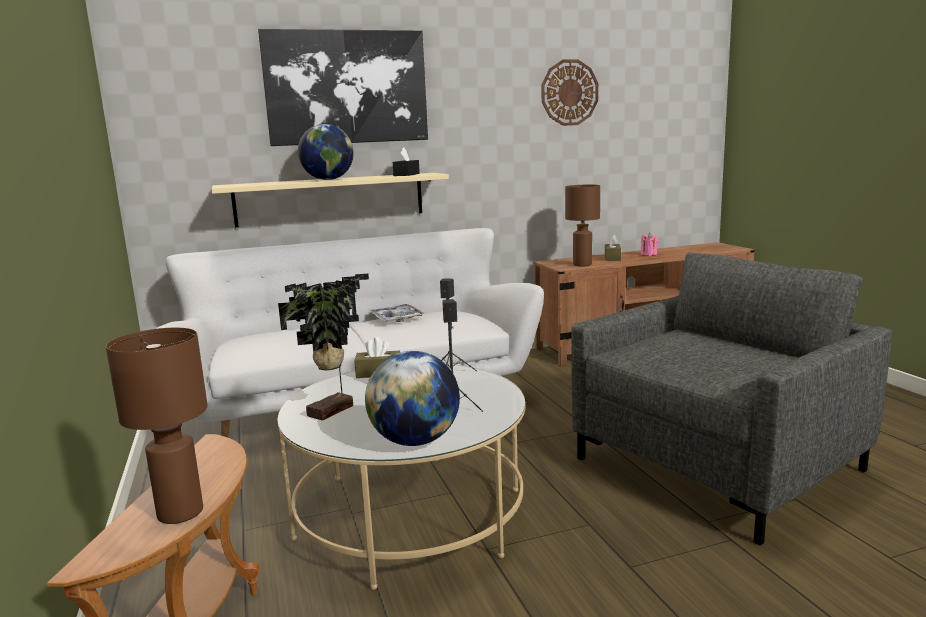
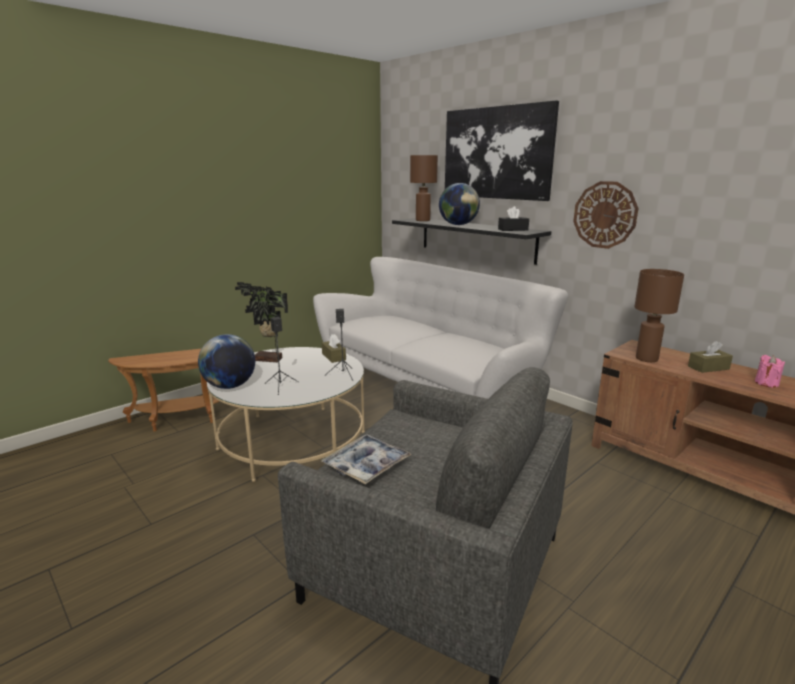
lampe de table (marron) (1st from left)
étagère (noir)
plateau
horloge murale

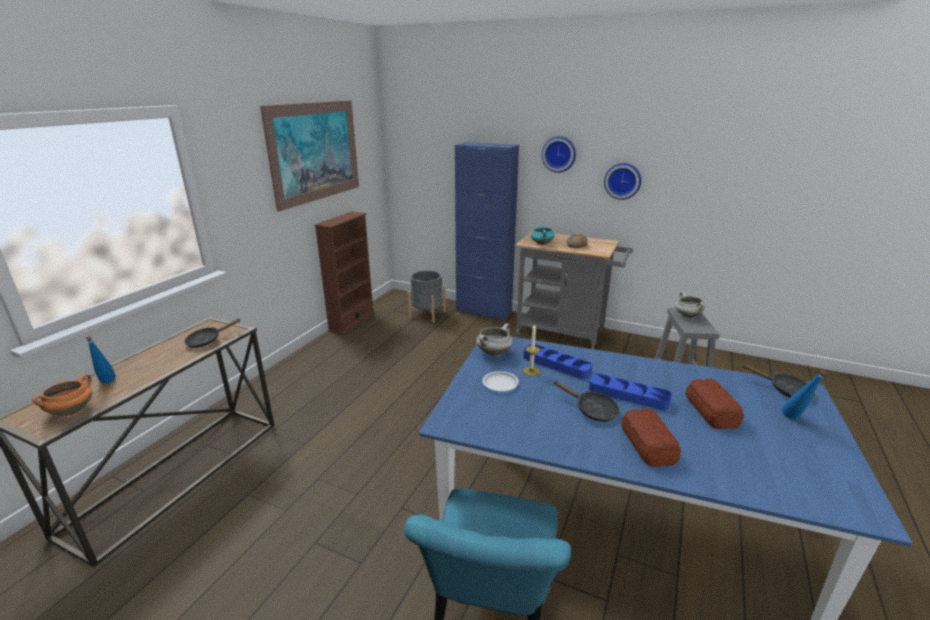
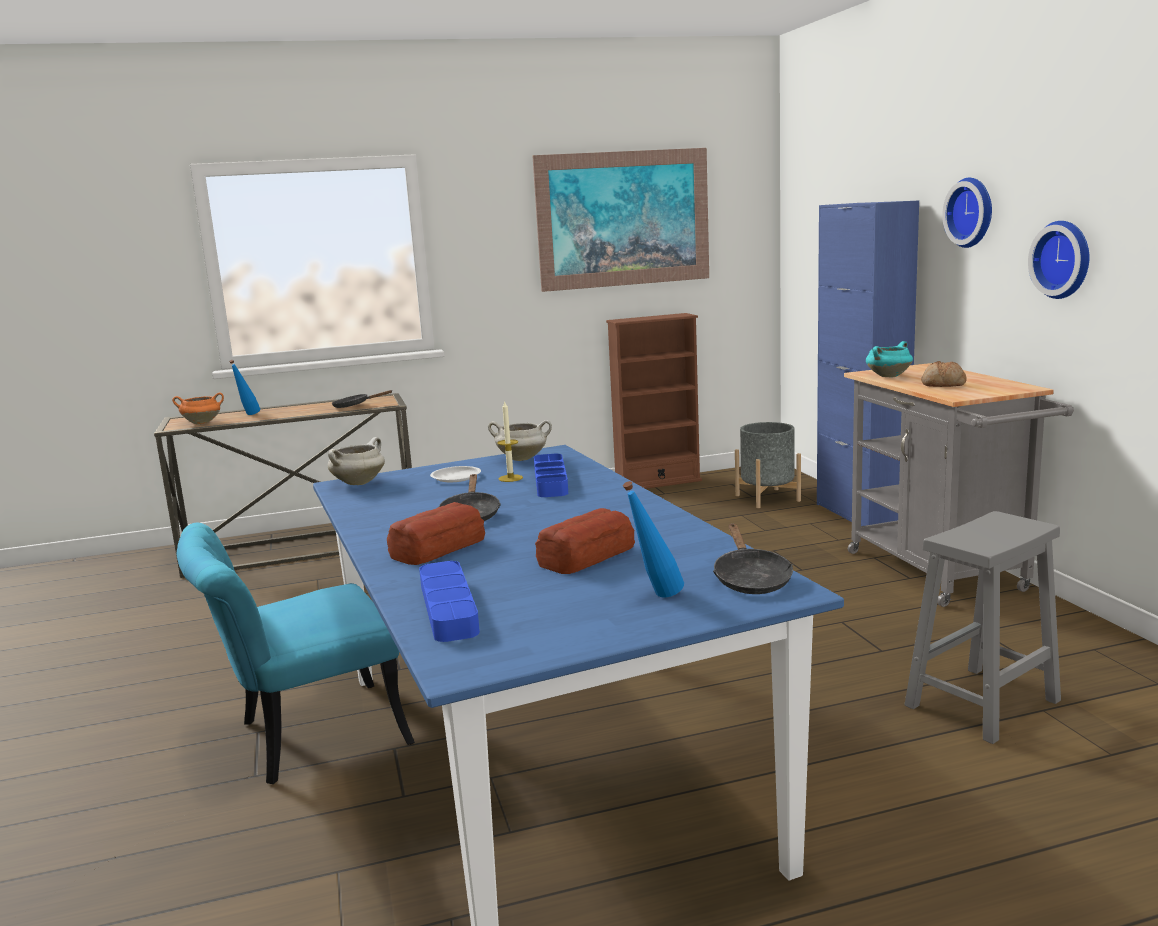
plateau (bleu) (1st from left)
marmite (blanc) (1st from left)

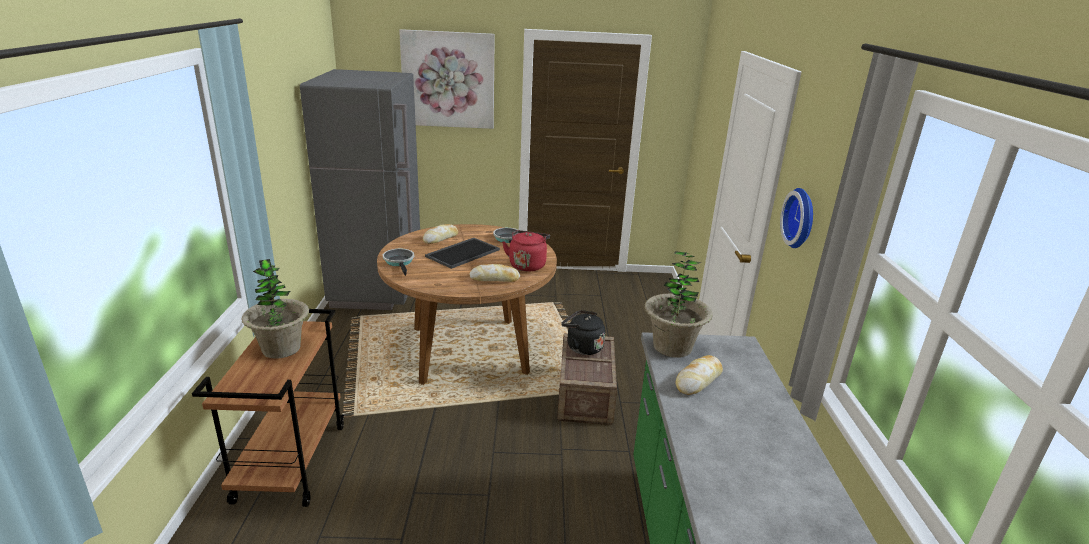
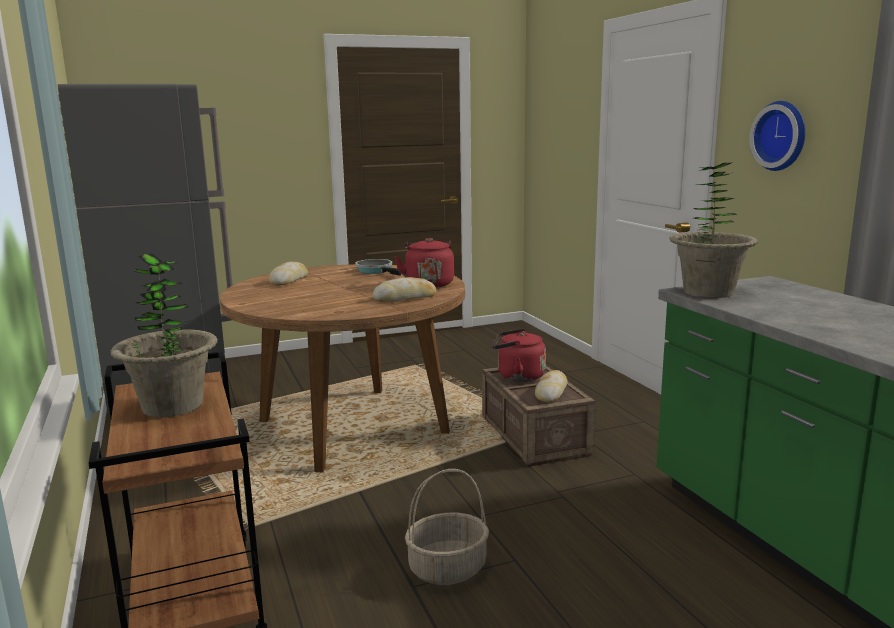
poêle (1st from left in the first image)
tableau
plateau
bouilloire (rouge) (2nd from left)
pain (3rd from left)
panier

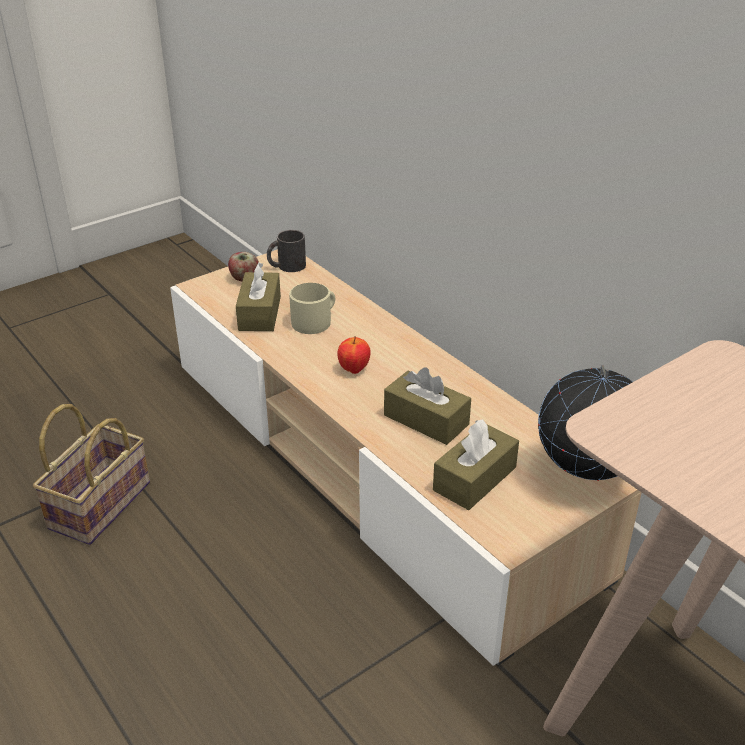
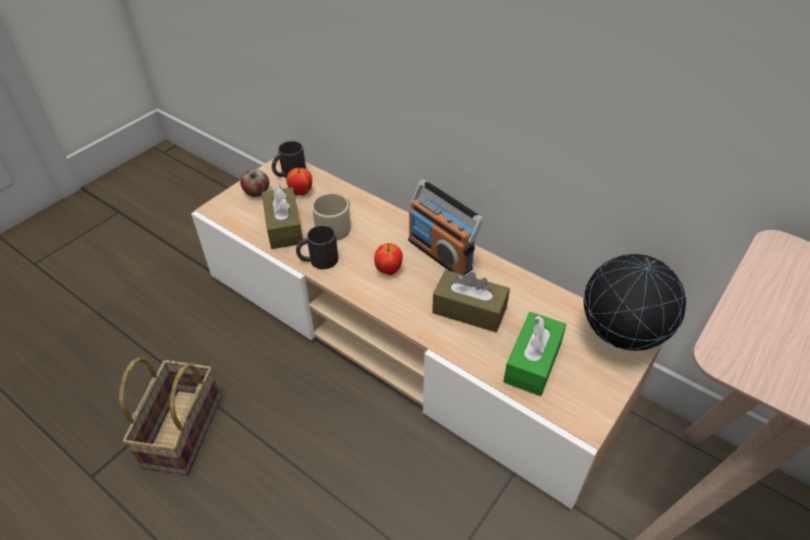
boîte à mouchoirs (vert)
pomme (2nd from left)
mug (noir) (2nd from left)
radio

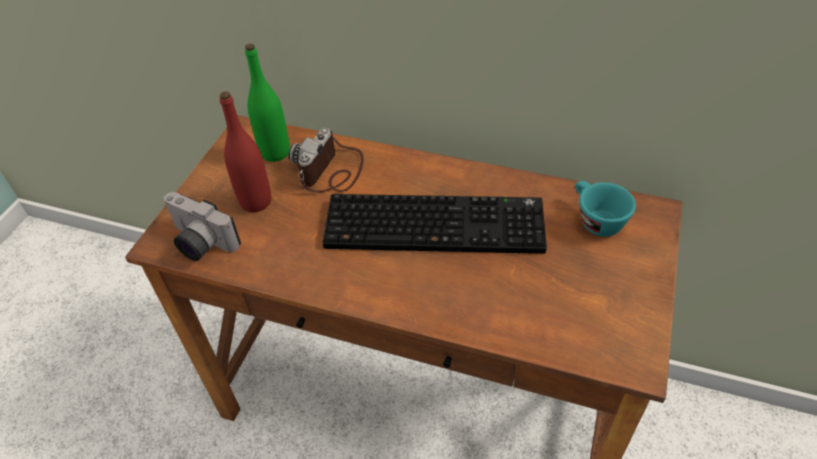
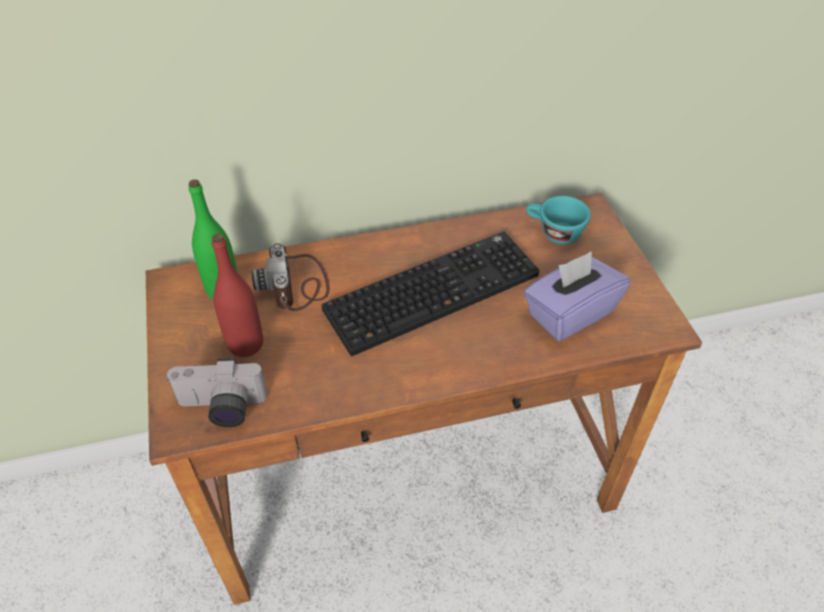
boîte à mouchoirs (violet)

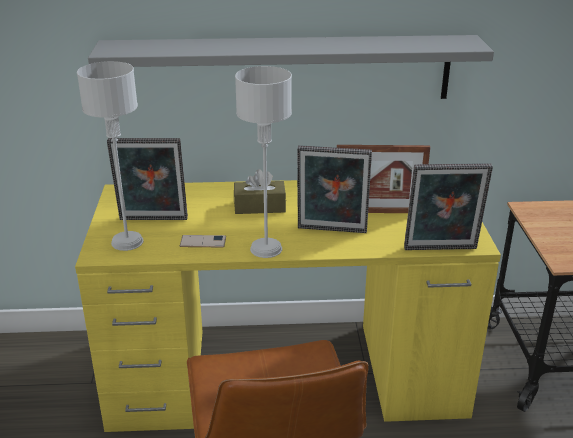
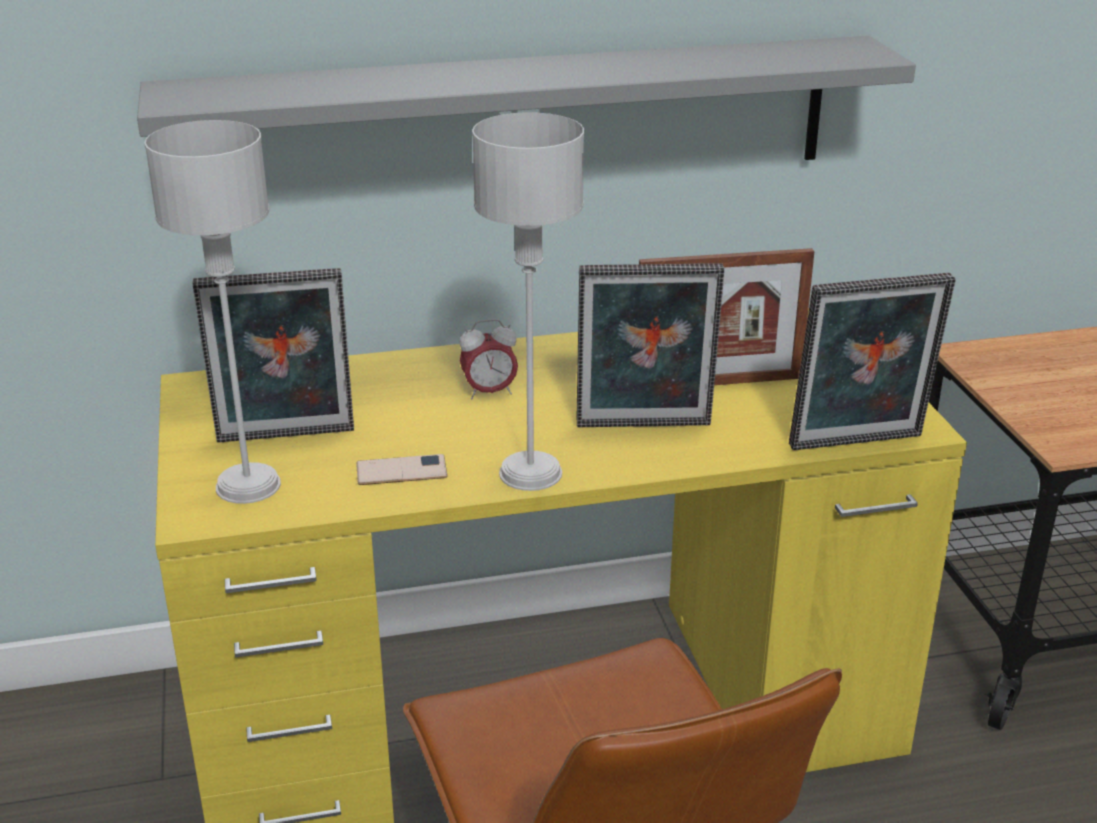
réveil

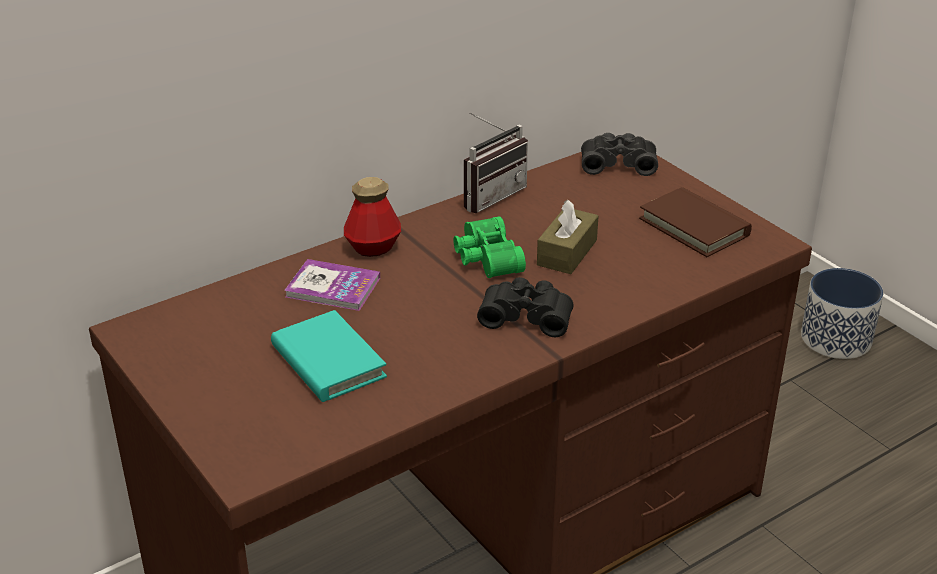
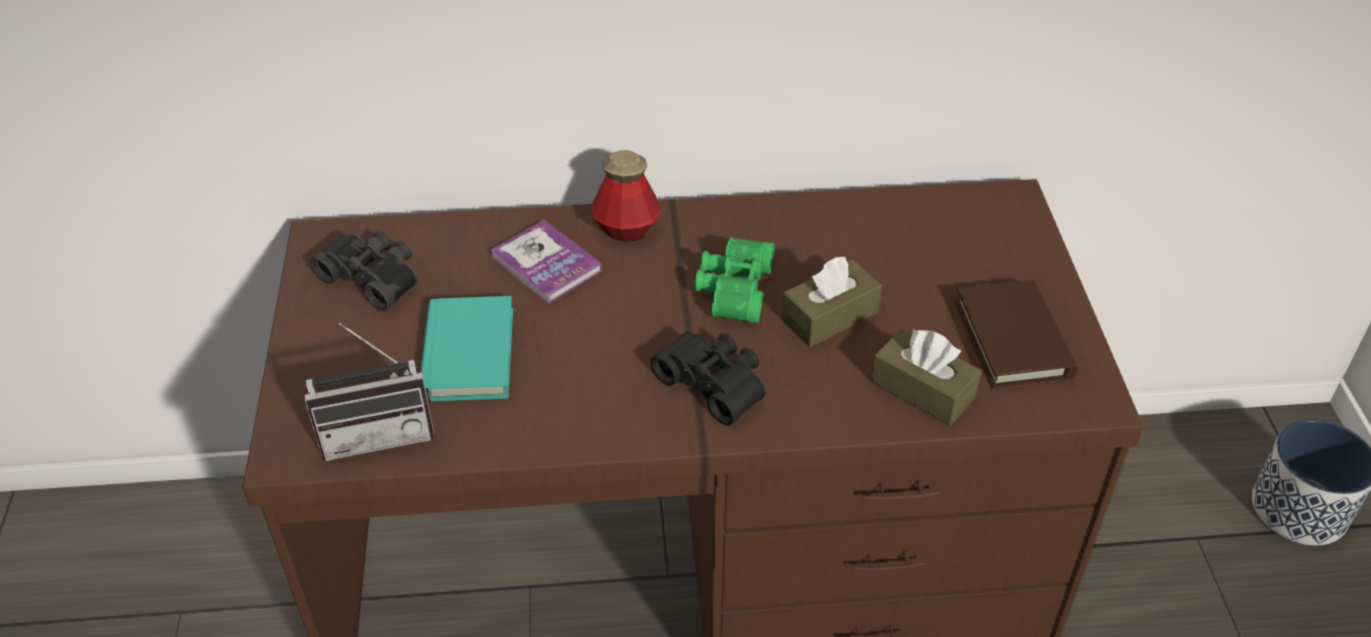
radio
jumelles (noir) (1st from left)
boîte à mouchoirs (marron) (2nd from left)

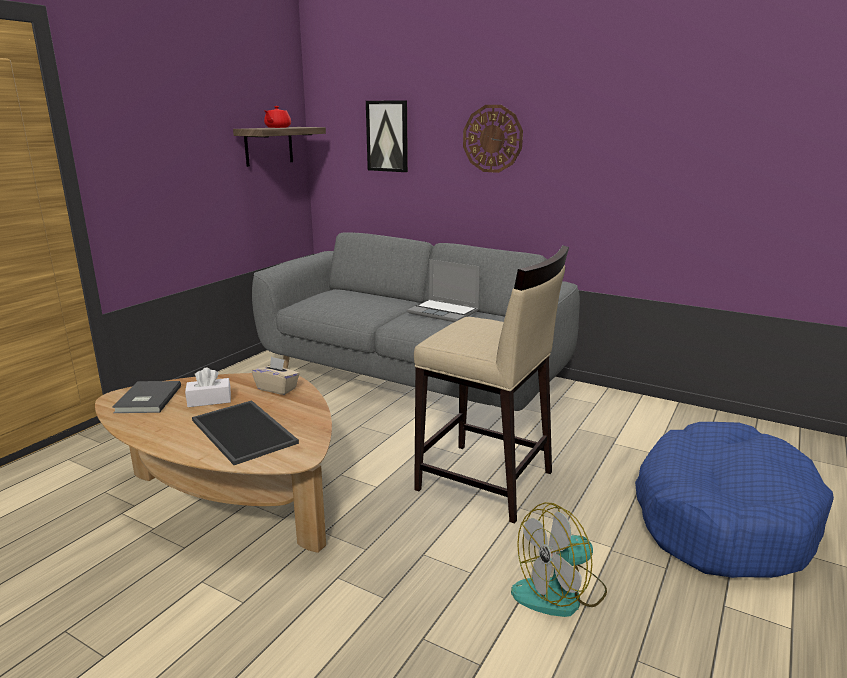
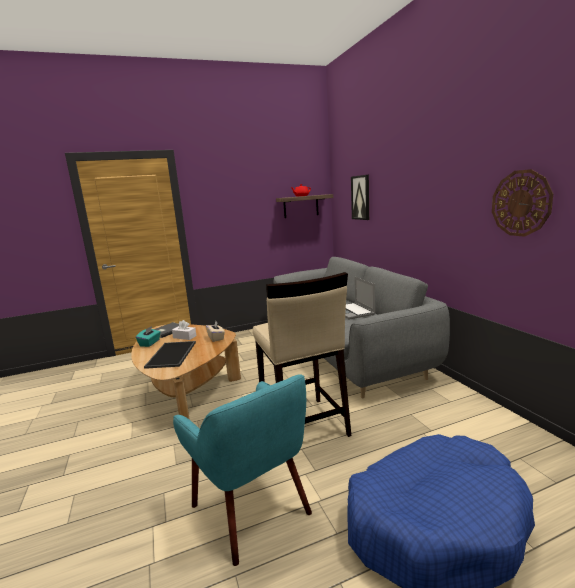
horloge murale
fauteuil (turquoise)
boîte à mouchoirs (turquoise)

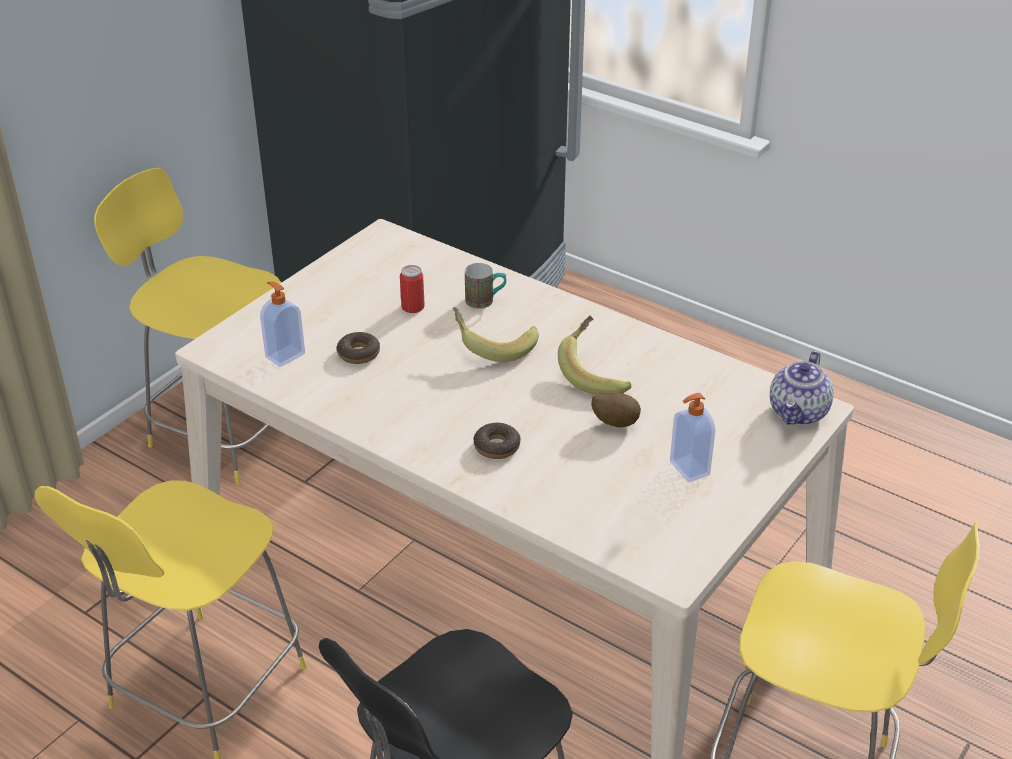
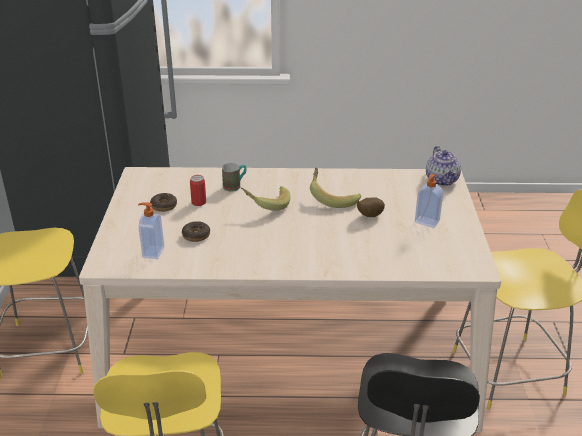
beignet (1st from left)

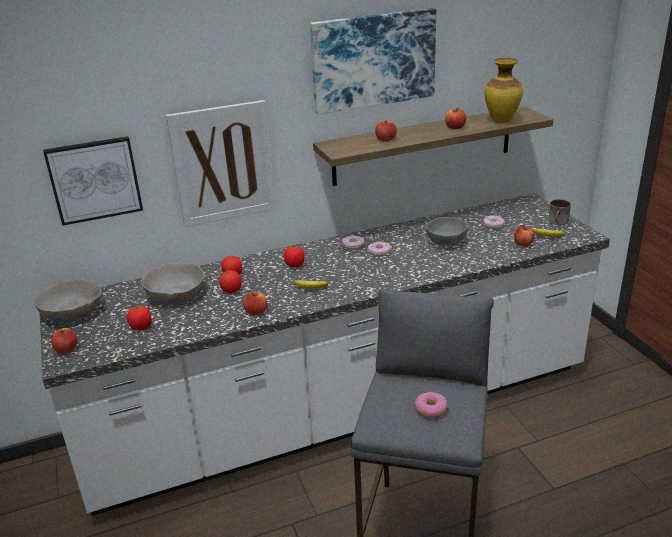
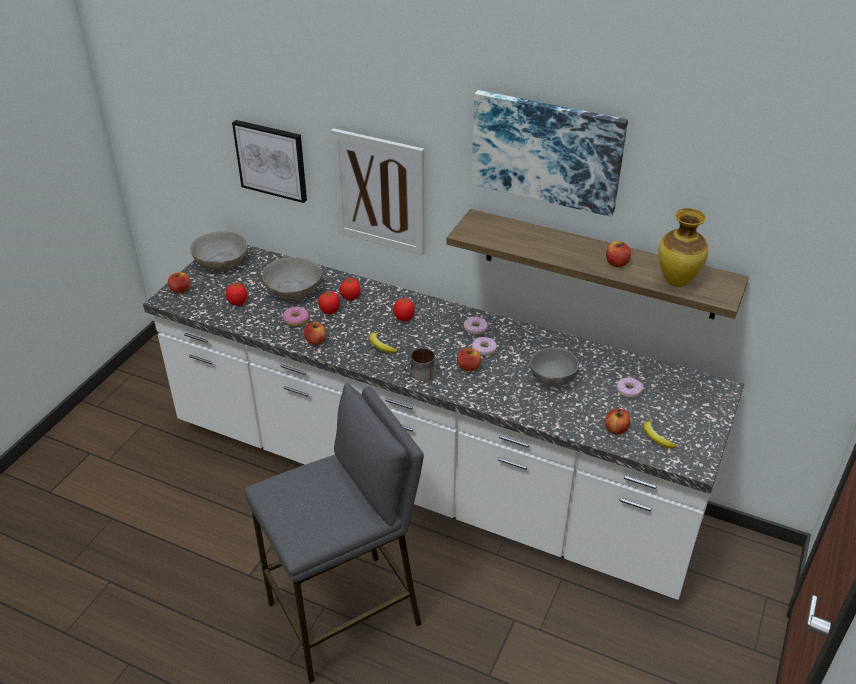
pomme (3rd from left)
beignet (1st from left)
mug

